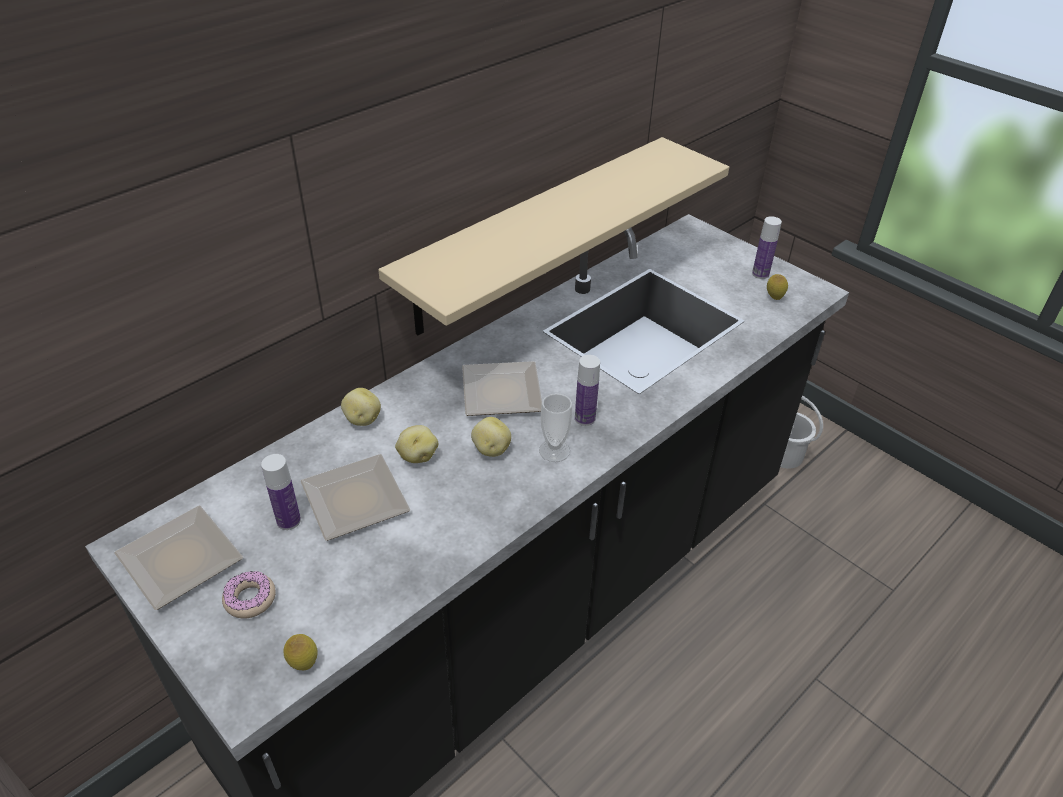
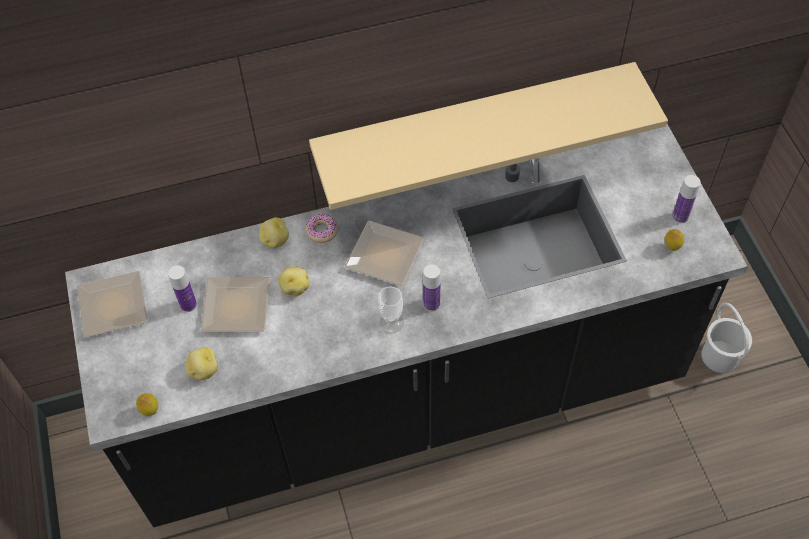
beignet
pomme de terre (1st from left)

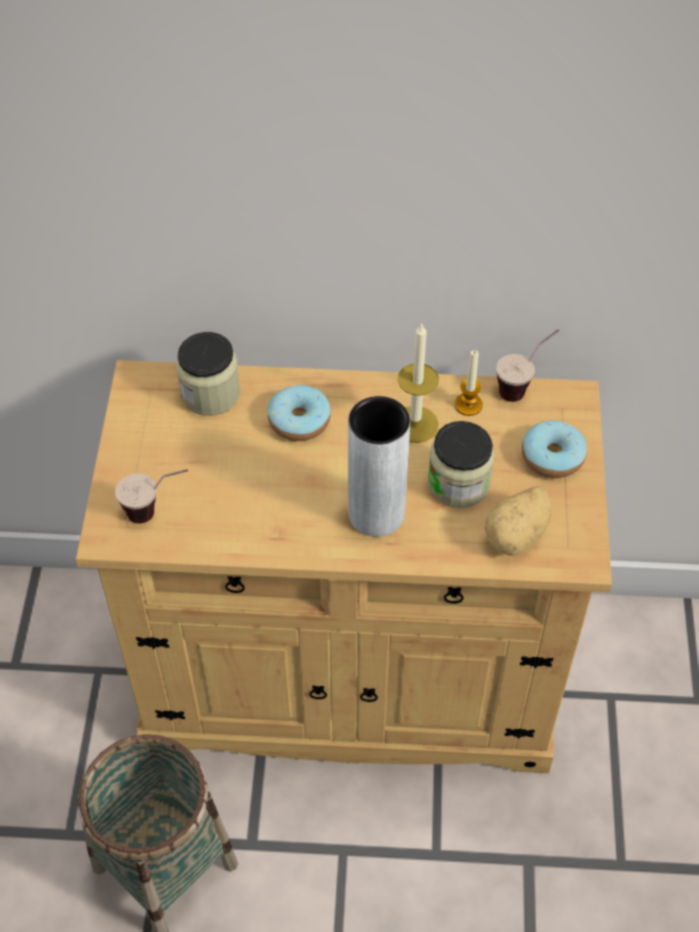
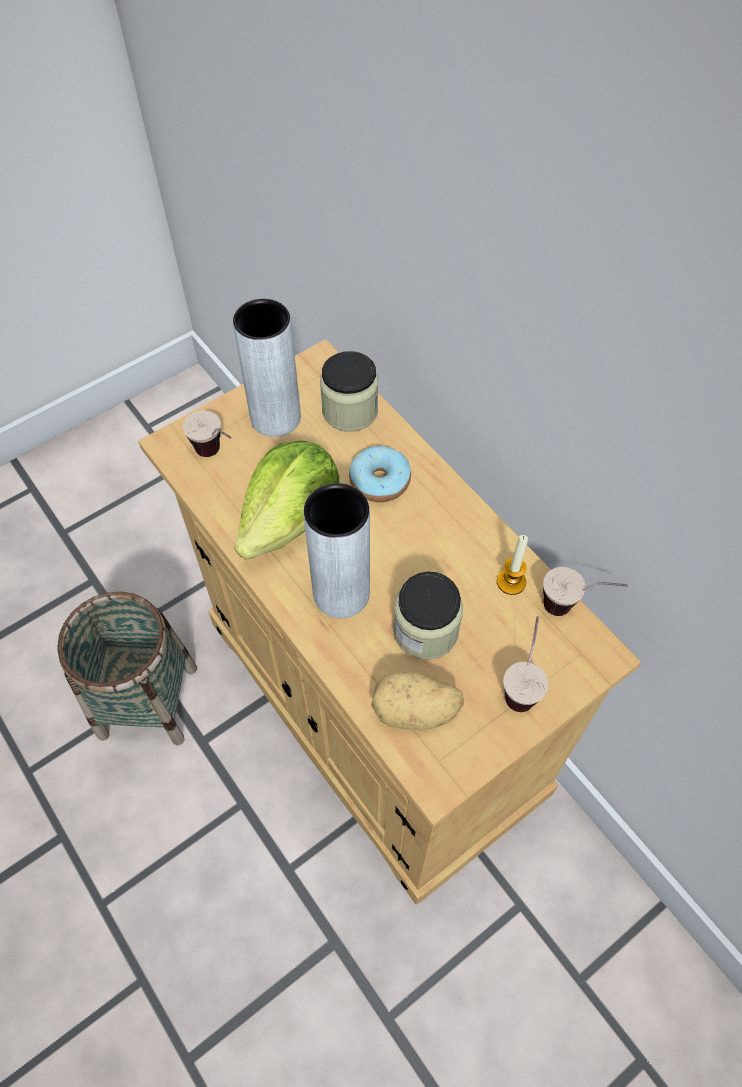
bougie (1st from left in the first image)
tasse (2nd from left)
vase (gris) (1st from left)
laitue

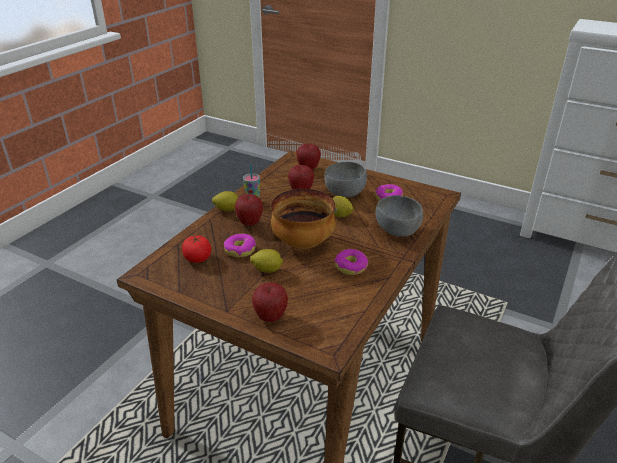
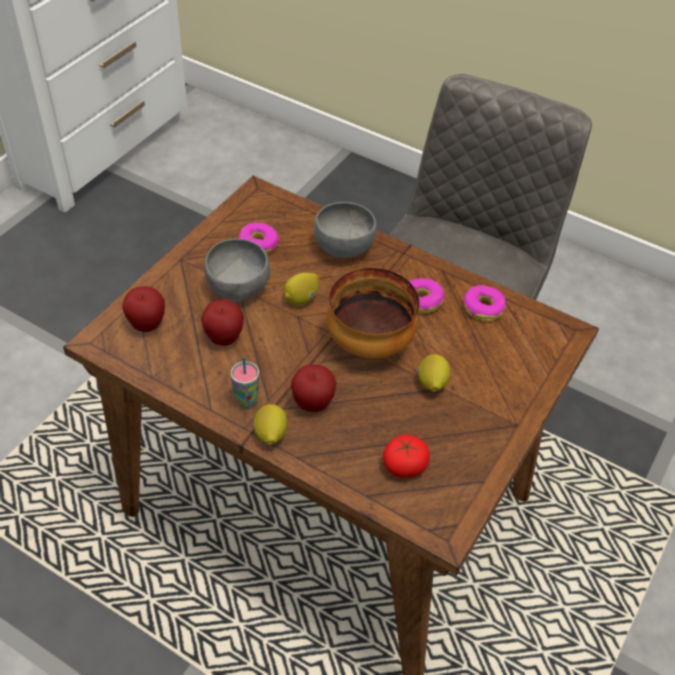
beignet (3rd from left)
pomme (2nd from left in the first image)

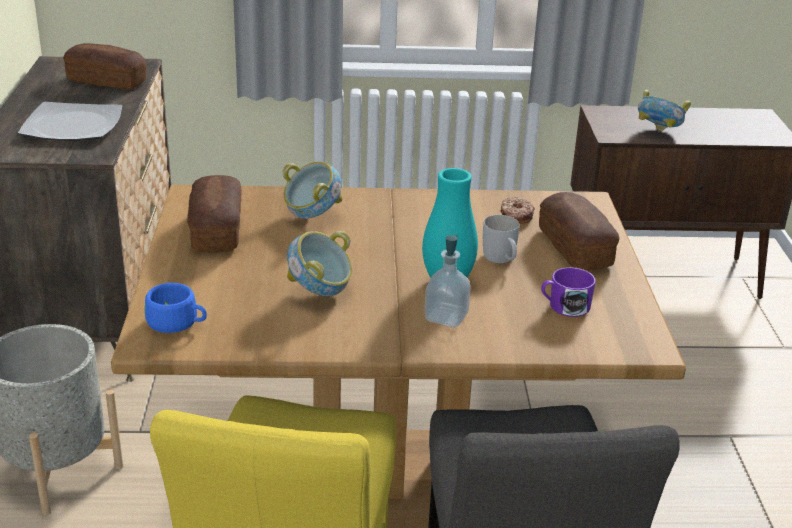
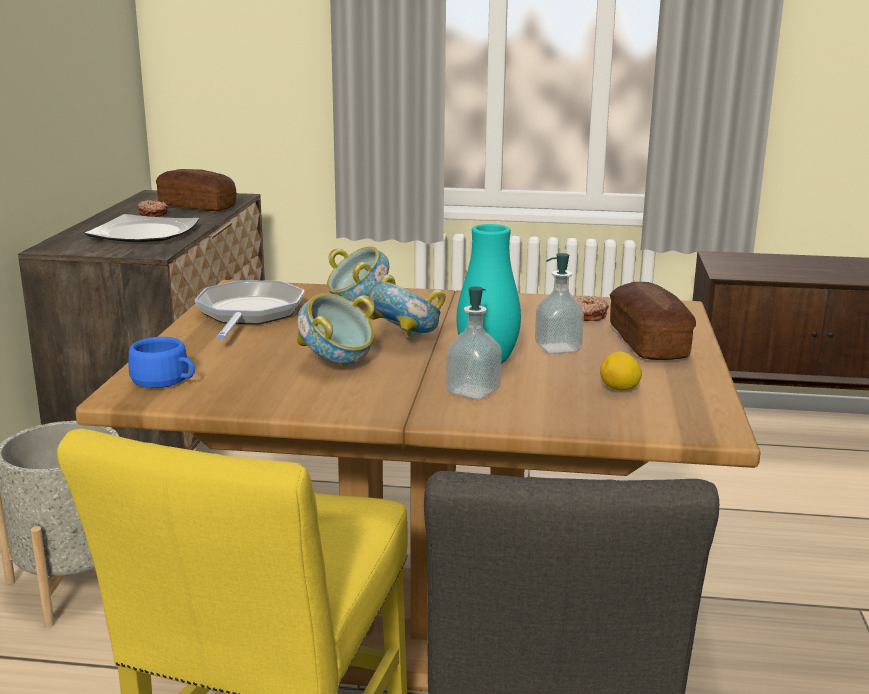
poêle
distributeur de savon (2nd from left)
citron
bol (3rd from left)
beignet (1st from left)

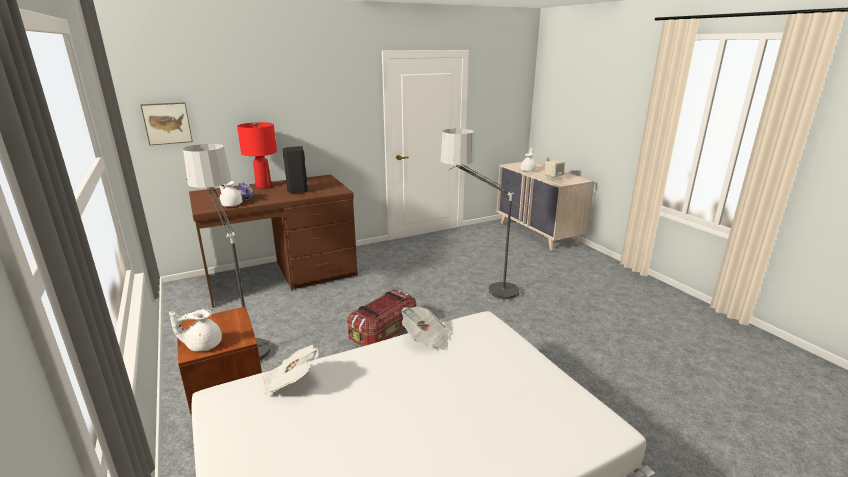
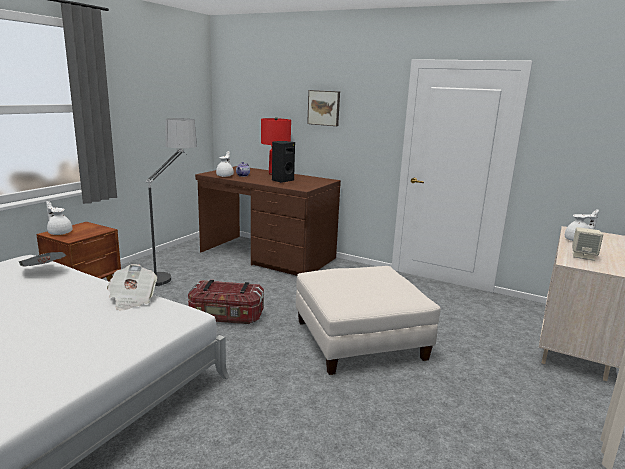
tableau
pouf (blanc)

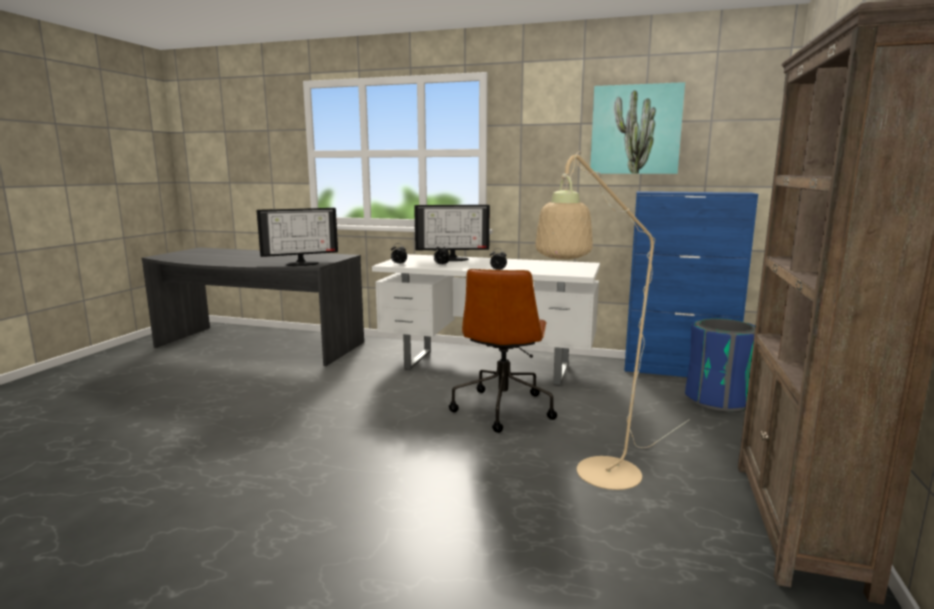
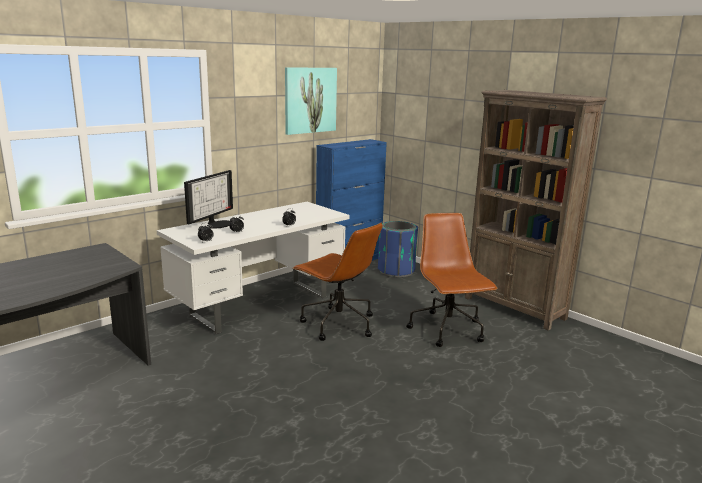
écran d'ordinateur (1st from left in the first image)
chaise de bureau (marron) (2nd from left)

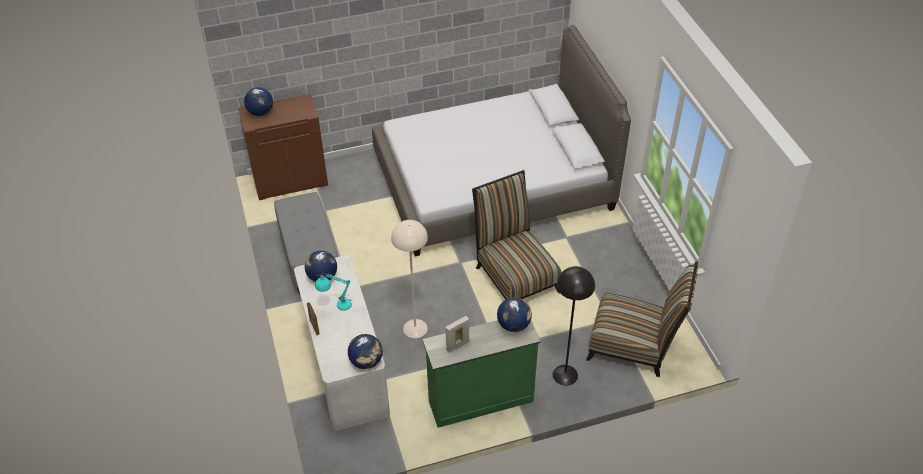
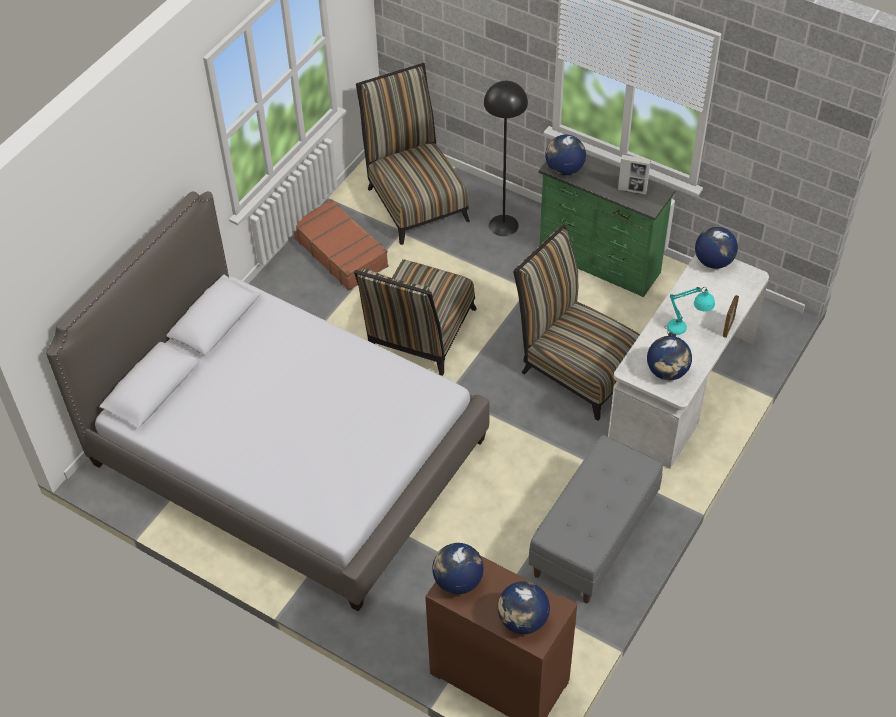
chaise (3rd from left)
valise (marron)
globe (1st from left)

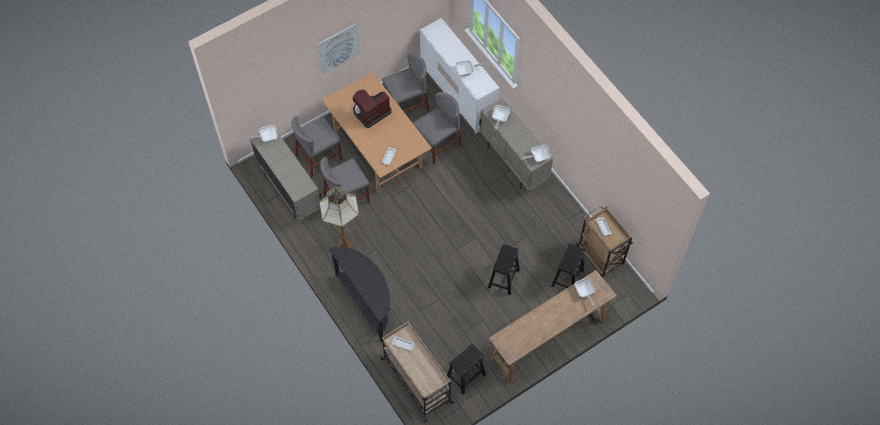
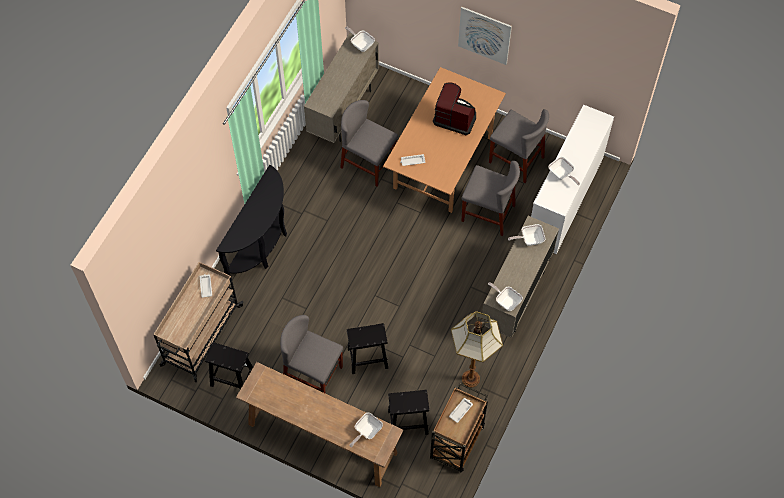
chaise (gris) (1st from left)
lampadaire

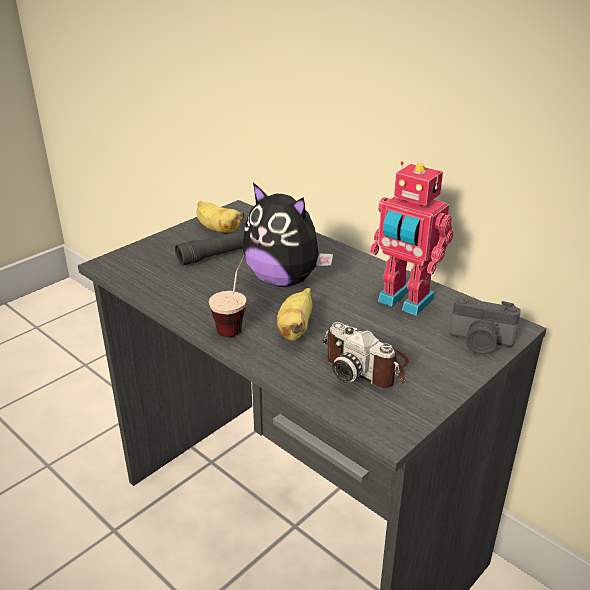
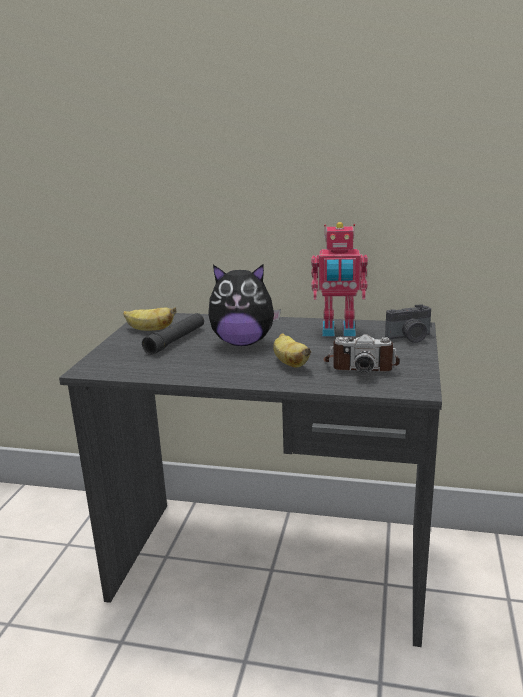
tasse

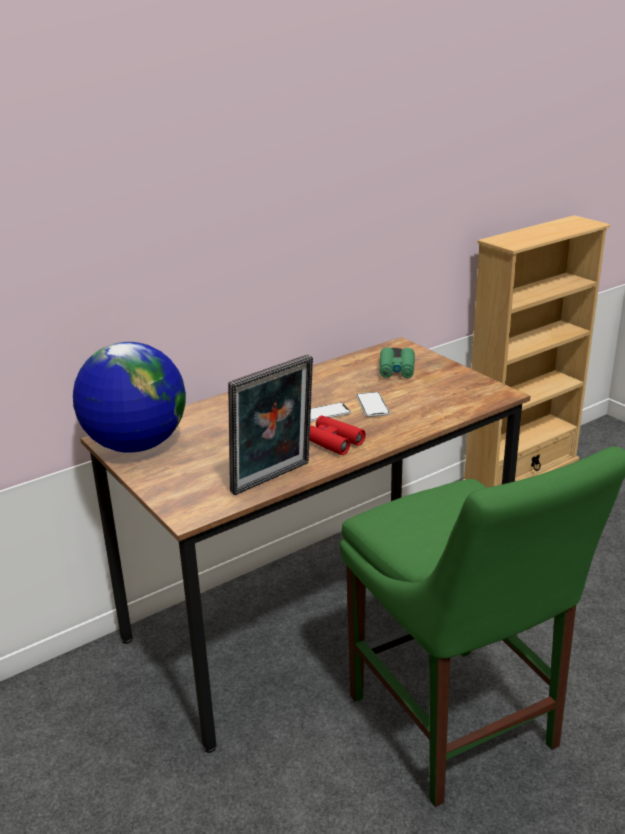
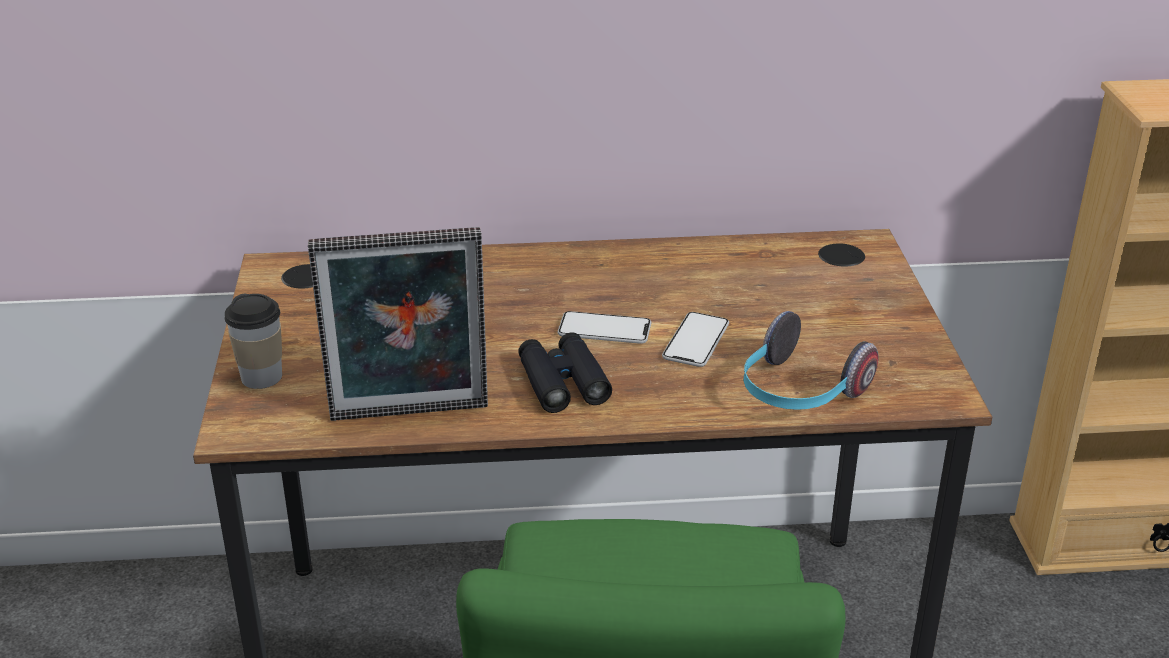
globe
jumelles (noir)
jumelles (vert)
tasse
casque audio

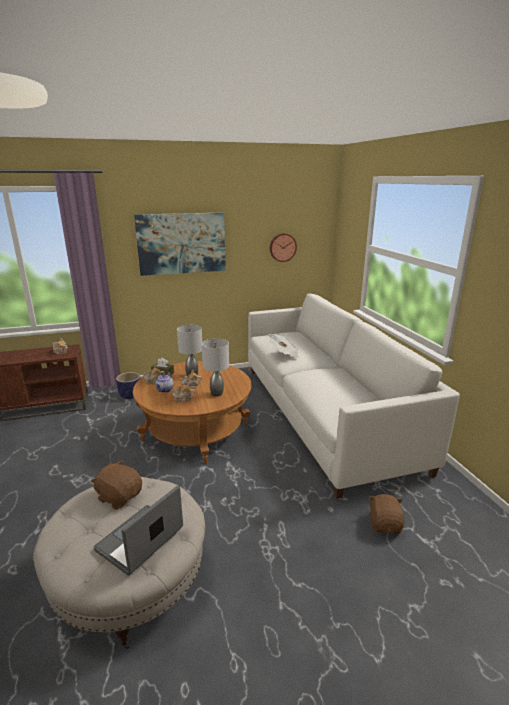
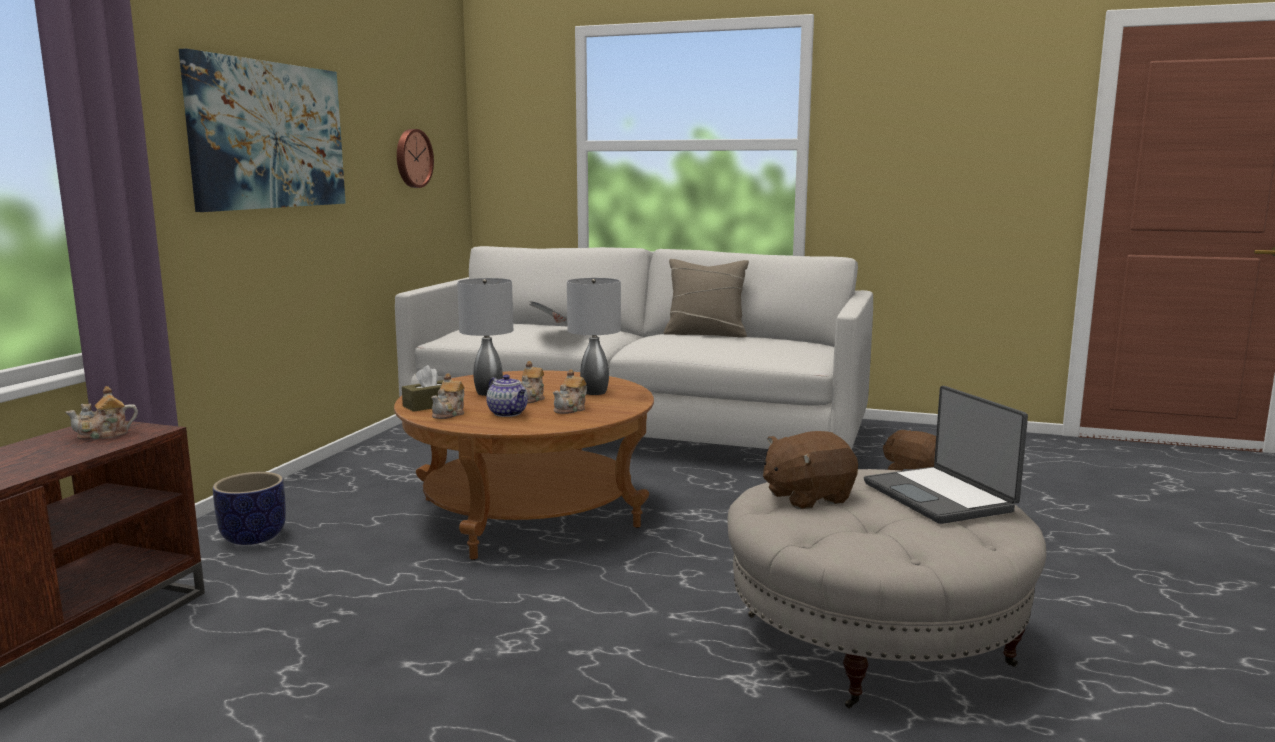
coussin (beige)

